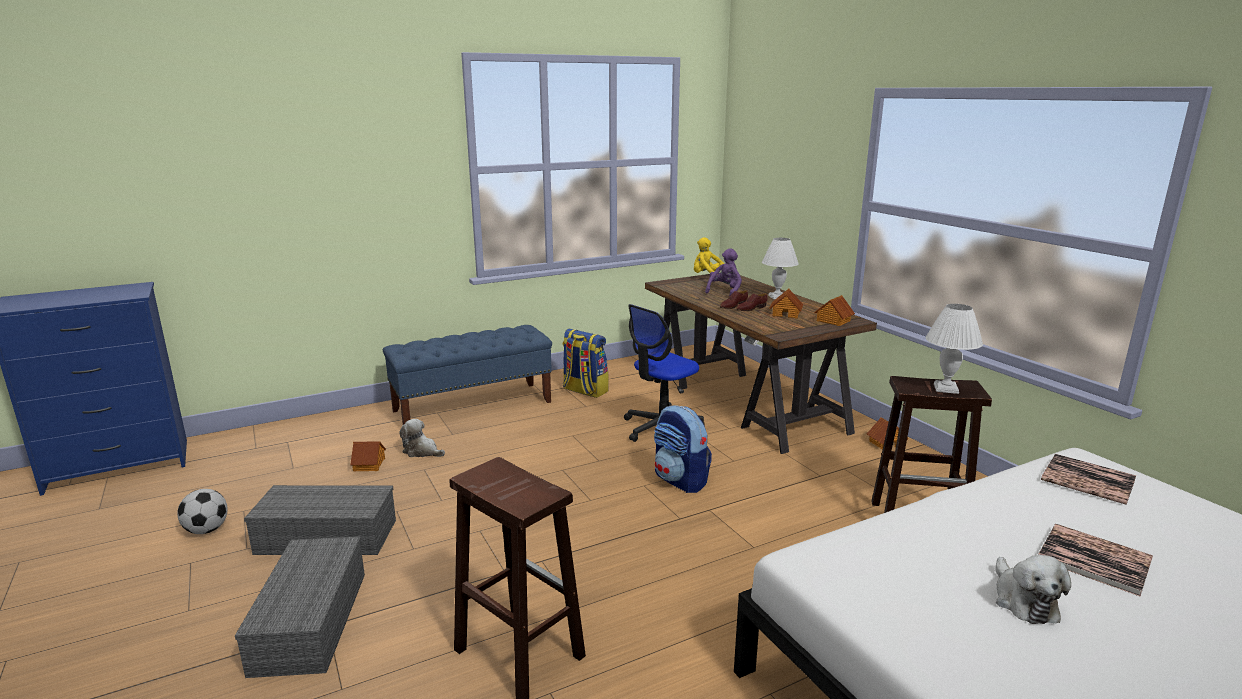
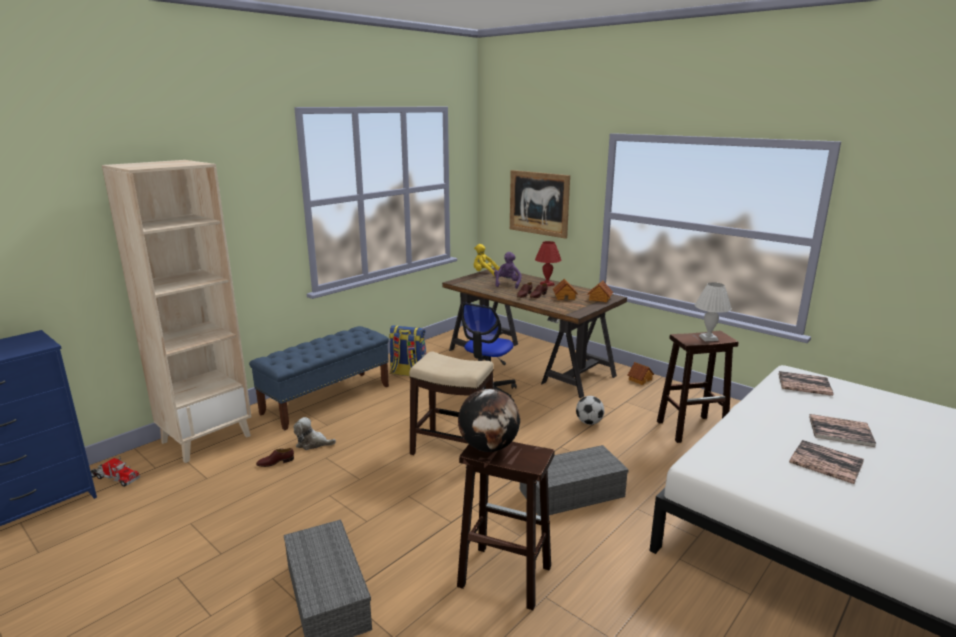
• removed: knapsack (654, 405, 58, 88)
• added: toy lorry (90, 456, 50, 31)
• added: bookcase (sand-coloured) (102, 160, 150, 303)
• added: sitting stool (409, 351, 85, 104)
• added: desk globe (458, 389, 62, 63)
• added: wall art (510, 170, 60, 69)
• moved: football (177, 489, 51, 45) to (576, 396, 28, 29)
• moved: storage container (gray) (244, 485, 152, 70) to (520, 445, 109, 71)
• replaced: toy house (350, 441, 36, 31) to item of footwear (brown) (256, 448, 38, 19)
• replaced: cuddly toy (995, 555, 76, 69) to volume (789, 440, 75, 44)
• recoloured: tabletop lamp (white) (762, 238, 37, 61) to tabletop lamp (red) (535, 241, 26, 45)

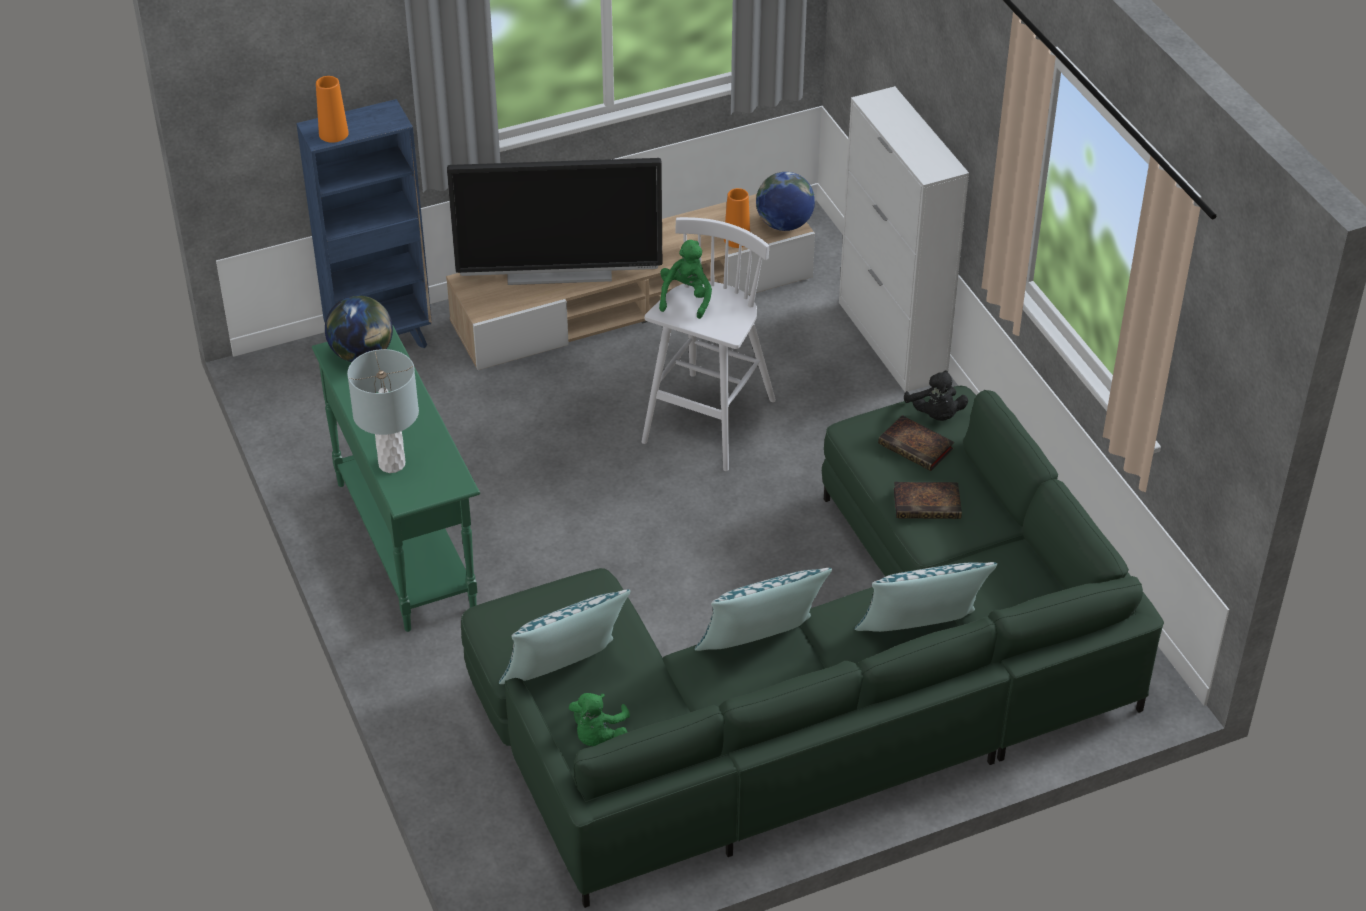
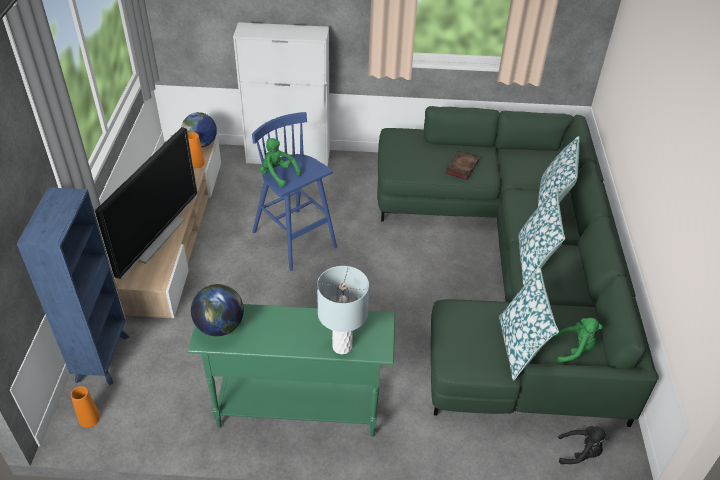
• removed: volume (878, 415, 76, 56)
• moved: vase (orangey) (316, 76, 33, 67) to (71, 386, 29, 42)
• moved: cuddly toy (blackish) (904, 371, 64, 50) to (558, 426, 51, 38)
• recoloured: sitting stool (white) (642, 217, 134, 254) to sitting stool (blue-coloured) (252, 112, 85, 159)
• turned: cuddly toy (green-coloured) (569, 693, 61, 53) = (550, 318, 52, 45) 45 degrees counterclockwise

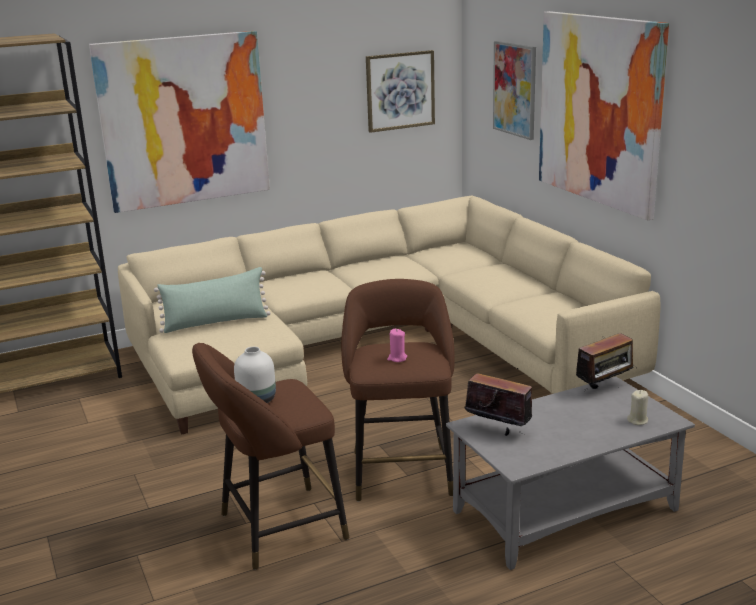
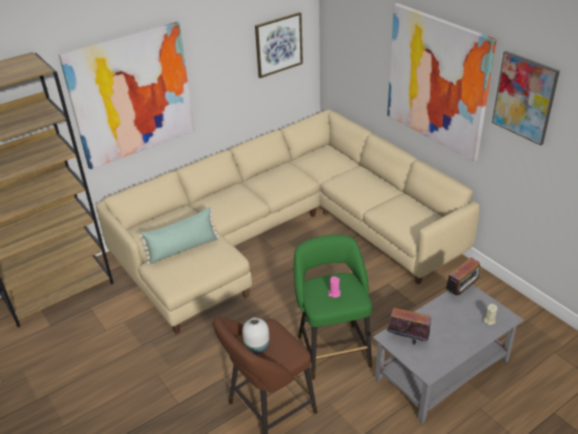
• moved: wall art (493, 41, 43, 99) to (492, 51, 68, 95)
• recoloured: sitting stool (brown) (341, 279, 114, 223) to sitting stool (green-coloured) (294, 235, 78, 145)

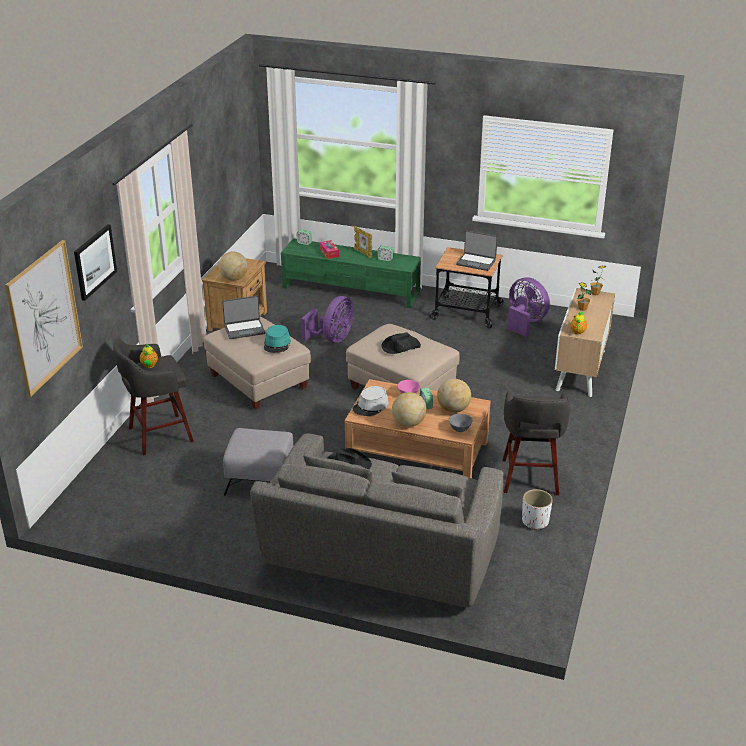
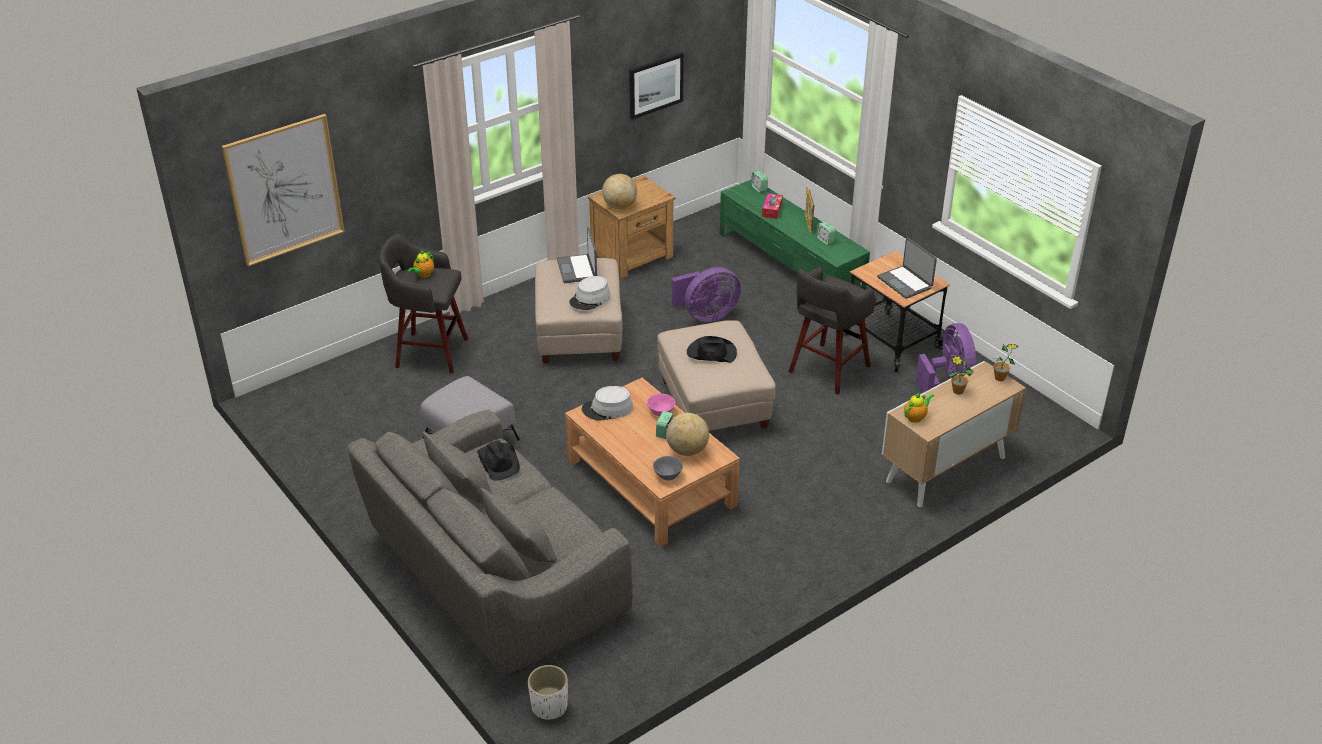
• removed: desk globe (392, 392, 35, 35)
• moved: wall art (74, 224, 43, 77) to (629, 52, 55, 68)
• moved: sitting stool (gray) (502, 391, 69, 104) to (789, 267, 88, 128)
• moved: plant pot (white) (522, 489, 31, 41) to (528, 665, 40, 55)
• recoloured: clothing hat (turquoise) (264, 325, 27, 28) to clothing hat (gray) (569, 276, 41, 34)
• turned: notebook computer (222, 296, 44, 43) = (556, 227, 41, 56) 60 degrees clockwise

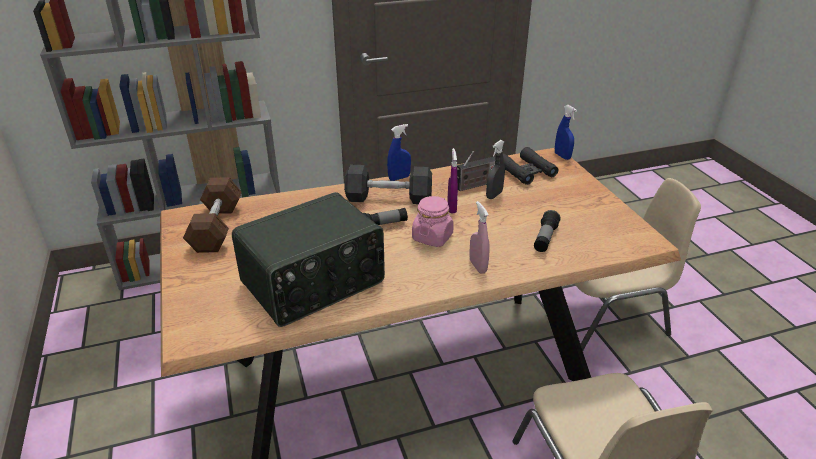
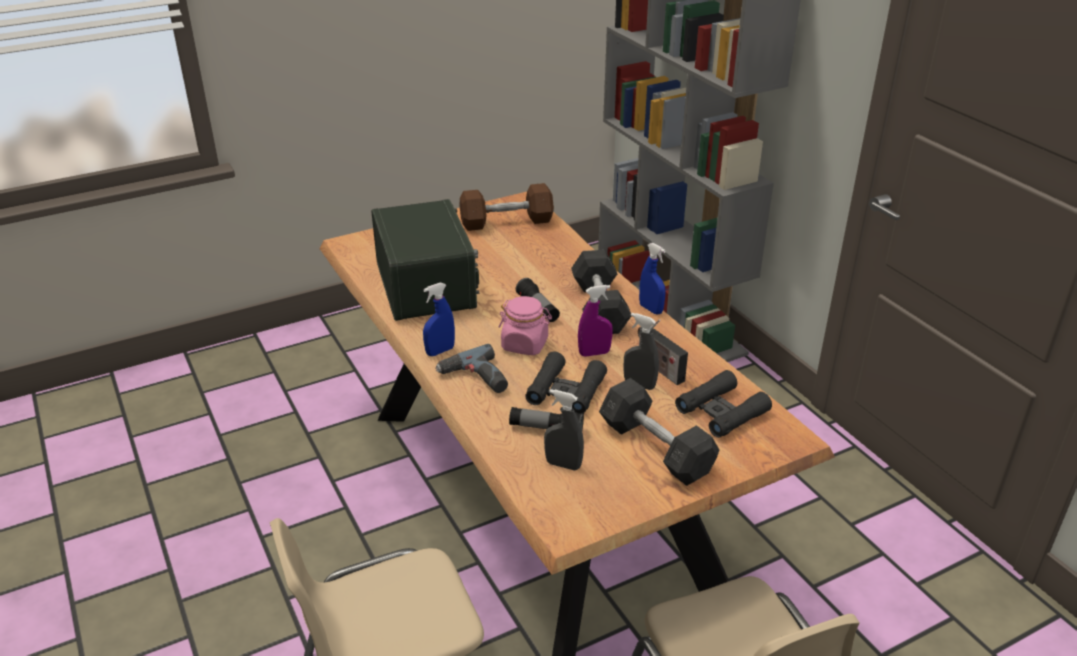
• added: field glasses (blackish) (525, 351, 82, 63)
• added: sprayer (gray) (544, 389, 40, 81)
• added: dumbbell (gray) (599, 378, 120, 108)
• moved: sprayer (blue-coloured) (555, 105, 22, 55) to (423, 283, 32, 73)
• replaced: sprayer (pinkish) (469, 201, 20, 73) to power drill (435, 344, 73, 49)
• turned: radio receiver (232, 192, 153, 135) = (371, 199, 108, 122) 150 degrees counterclockwise

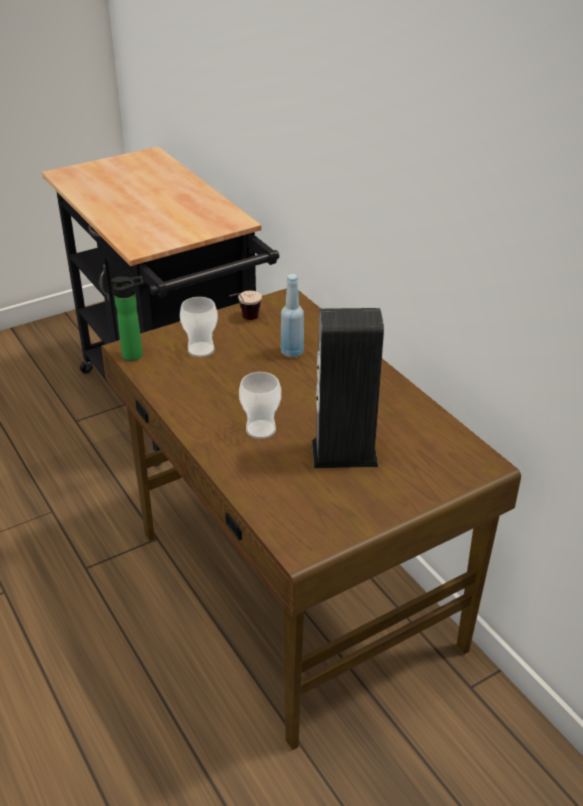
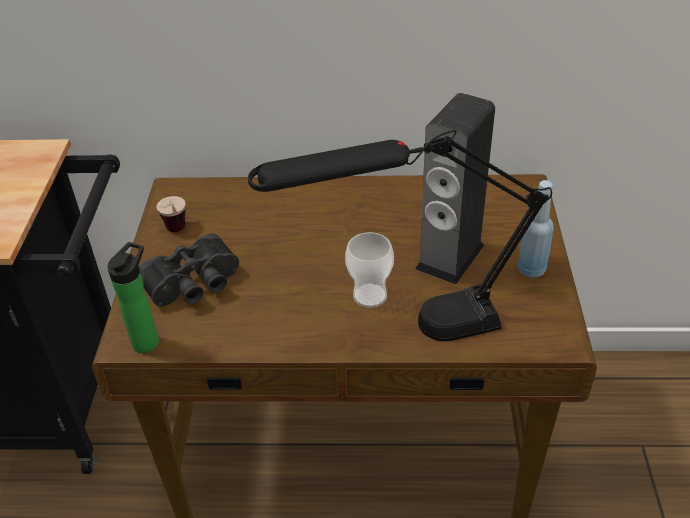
• added: tabletop lamp (blackish) (248, 130, 304, 211)
• moved: bottle (blue-coloured) (281, 274, 23, 84) to (517, 180, 37, 98)
• replaced: small cup (180, 297, 38, 60) to field glasses (blackish) (139, 233, 100, 73)

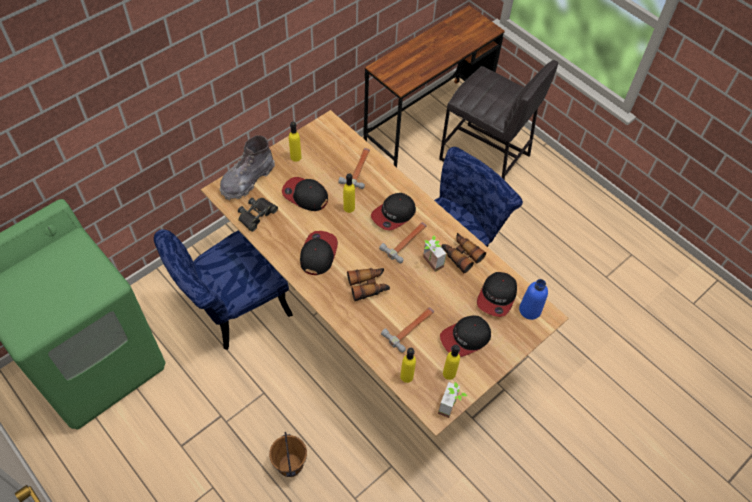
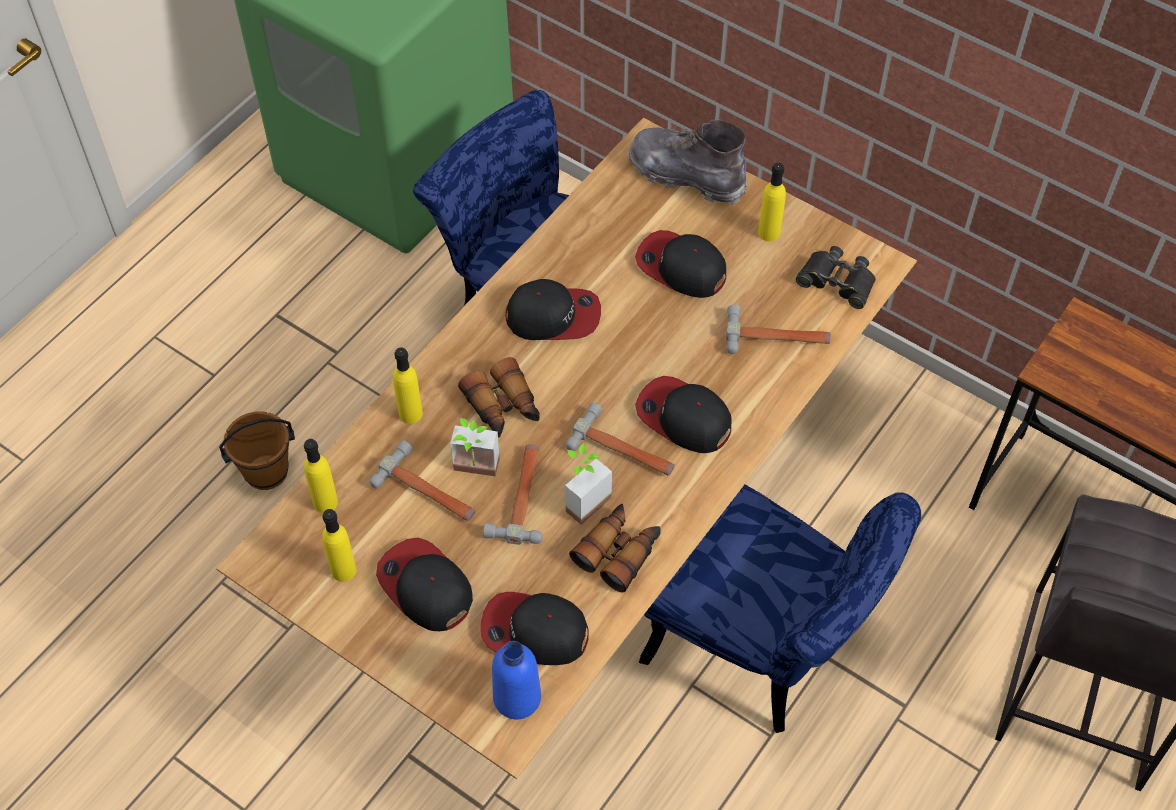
• added: hand hammer (483, 444, 60, 101)
• moved: field glasses (blackish) (238, 197, 40, 35) to (795, 246, 81, 63)
• moved: bottle (yellowish) (343, 173, 12, 40) to (393, 347, 30, 77)
• moved: potted plant (438, 382, 29, 36) to (450, 418, 50, 59)
• turned: cap (282, 177, 46, 34) = (635, 230, 91, 68) 75 degrees counterclockwise

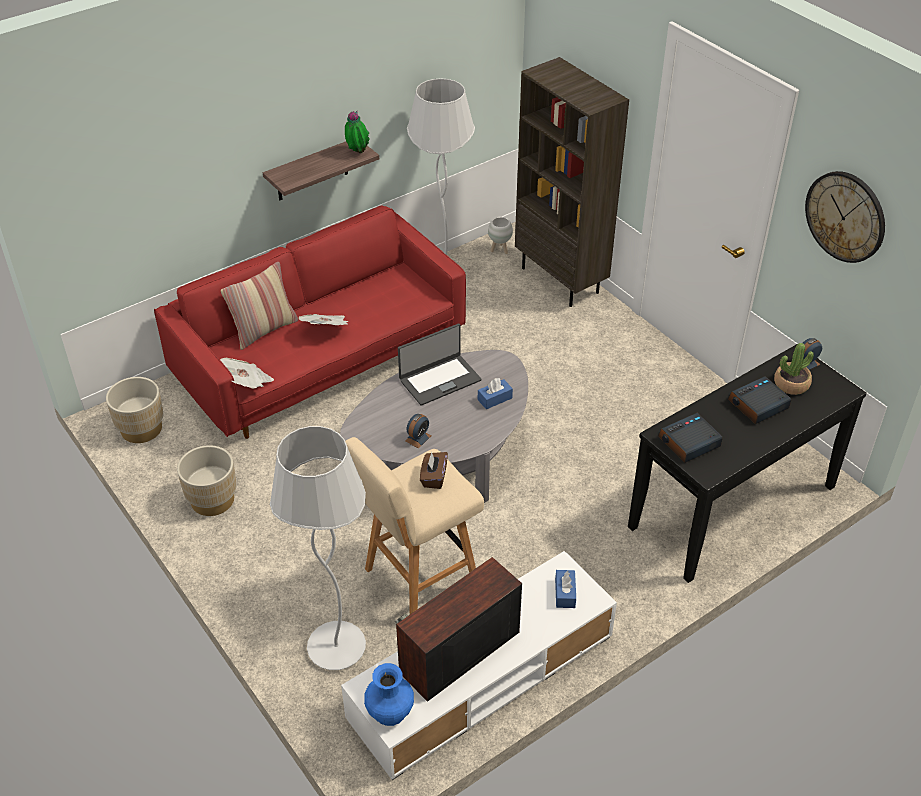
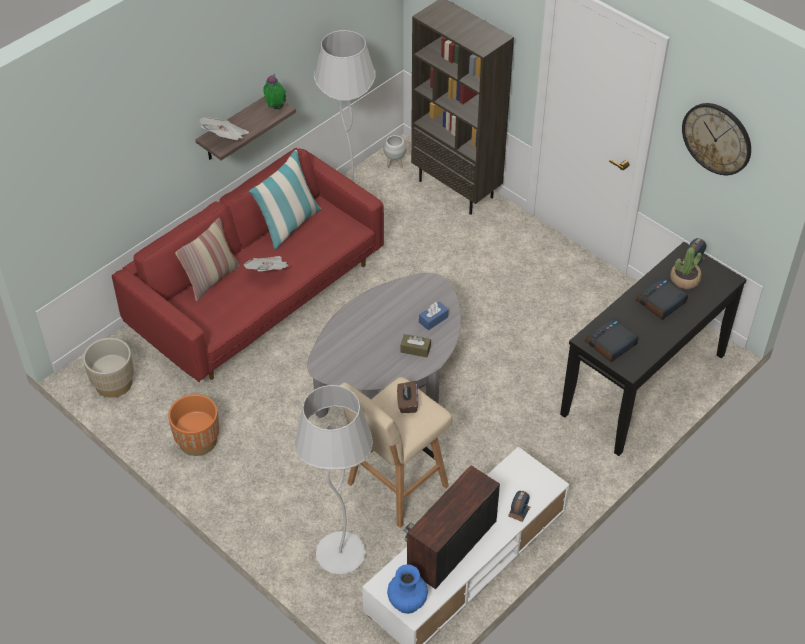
• removed: notebook computer (398, 324, 83, 82)
• removed: tissue box (blue-coloured) (555, 570, 21, 38)
• added: throw pillow (249, 150, 72, 99)
• added: tissue box (brown) (400, 334, 31, 23)
• moved: newspaper (220, 358, 54, 31) to (199, 117, 50, 23)
• moved: alarm clock (405, 414, 26, 34) to (508, 491, 22, 31)
• recoloured: plant pot (sand-coloured) (177, 445, 59, 71) to plant pot (orangey) (168, 394, 51, 62)

